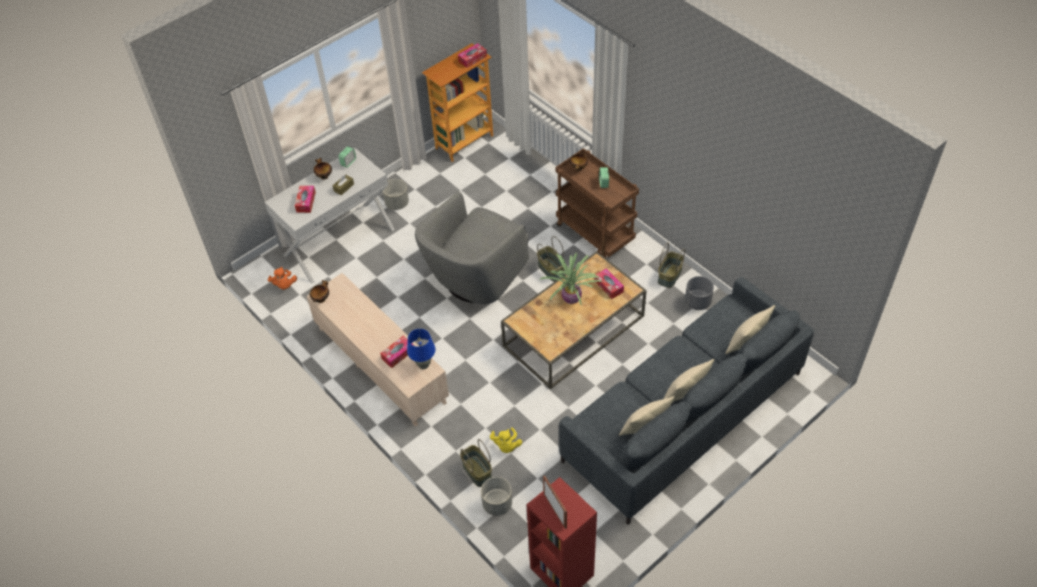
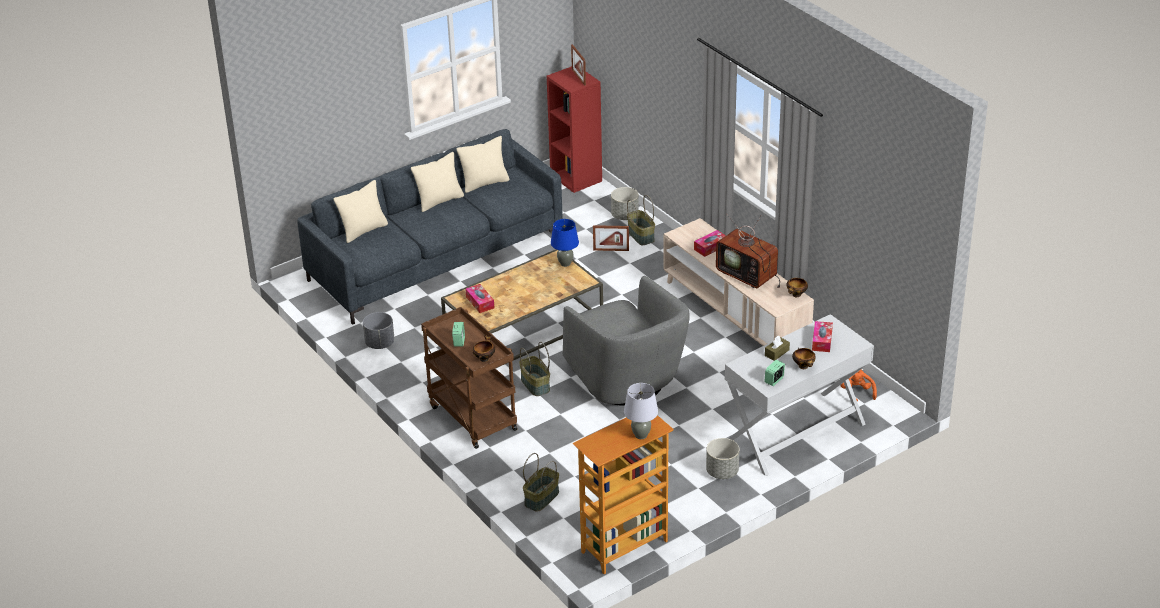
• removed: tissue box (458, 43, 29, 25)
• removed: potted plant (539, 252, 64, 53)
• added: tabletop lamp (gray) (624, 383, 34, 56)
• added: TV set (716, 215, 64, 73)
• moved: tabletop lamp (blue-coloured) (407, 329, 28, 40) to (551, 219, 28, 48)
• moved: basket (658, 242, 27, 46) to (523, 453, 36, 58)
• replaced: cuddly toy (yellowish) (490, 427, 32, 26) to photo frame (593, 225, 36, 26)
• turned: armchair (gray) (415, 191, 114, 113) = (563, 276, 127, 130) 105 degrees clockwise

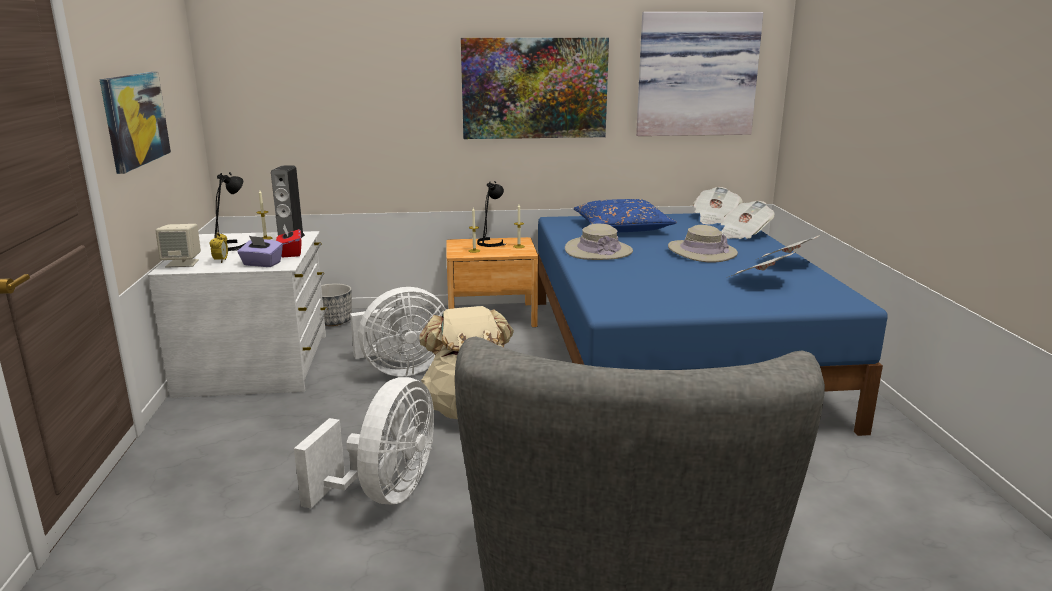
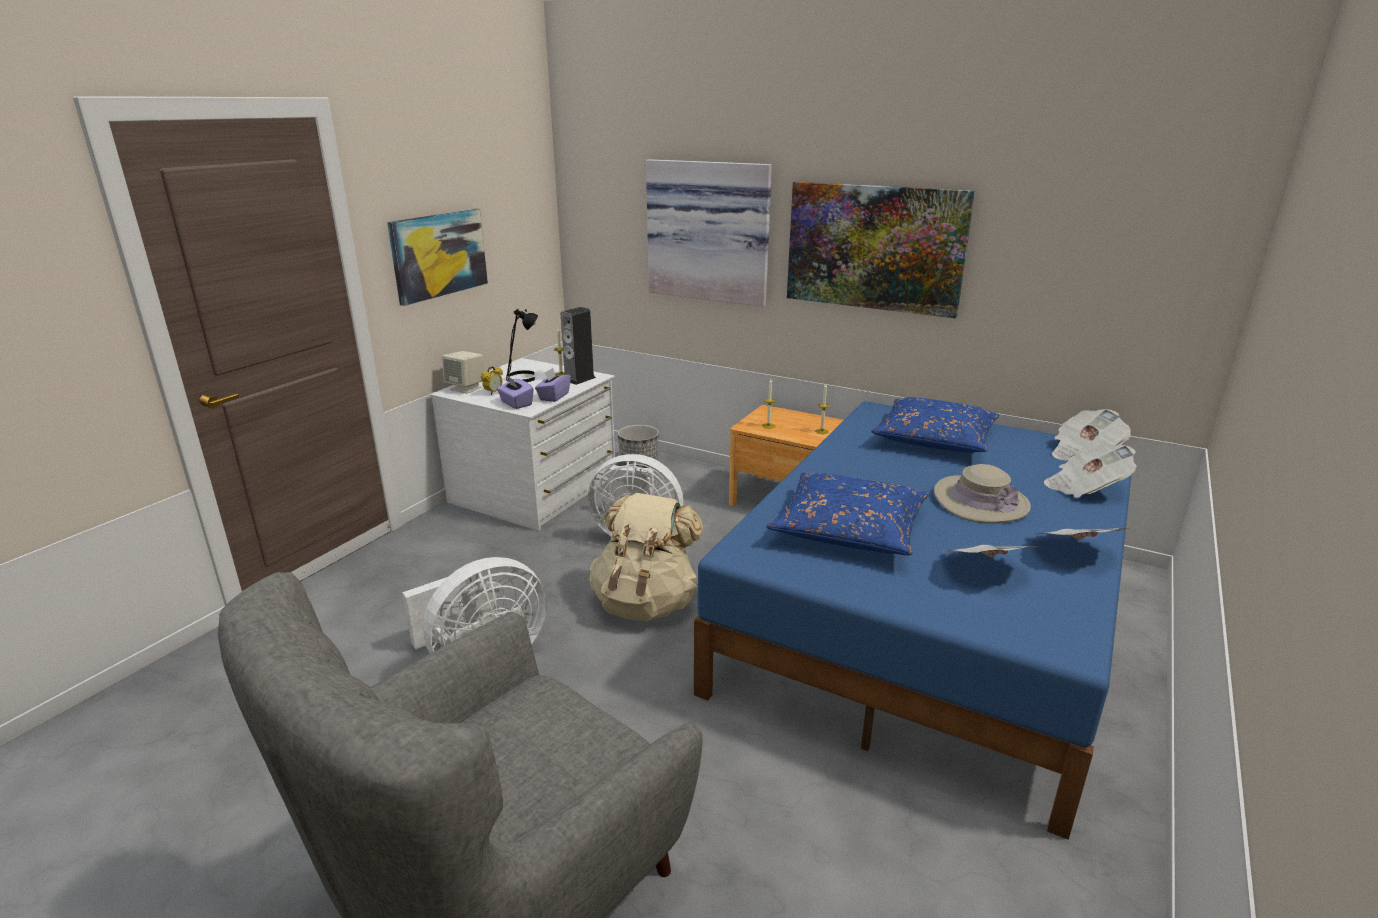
• removed: tabletop lamp (blackish) (477, 181, 29, 66)
• removed: clothing hat (sand-coloured) (565, 224, 68, 36)
• added: throw pillow (blue-coloured) (766, 473, 163, 82)
• moved: wall art (636, 12, 127, 124) to (646, 159, 126, 148)
• recoloured: tissue box (red) (276, 224, 25, 33) to tissue box (purplish) (535, 368, 36, 34)

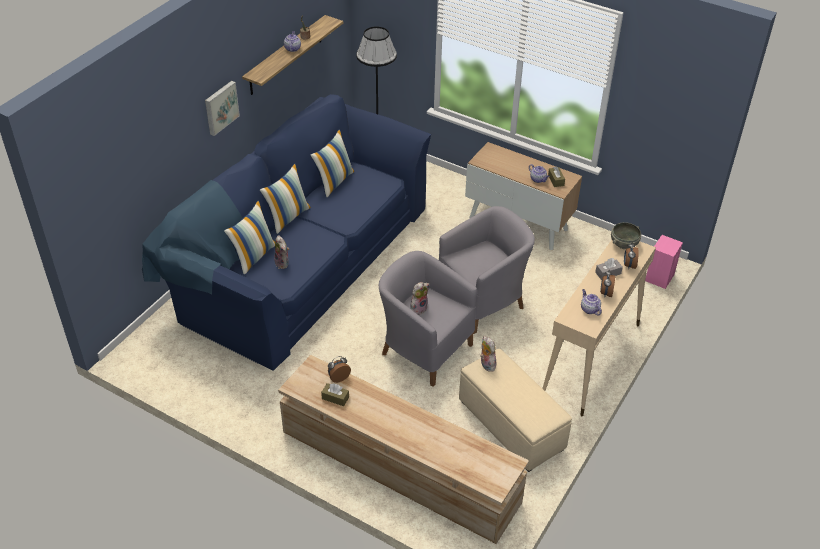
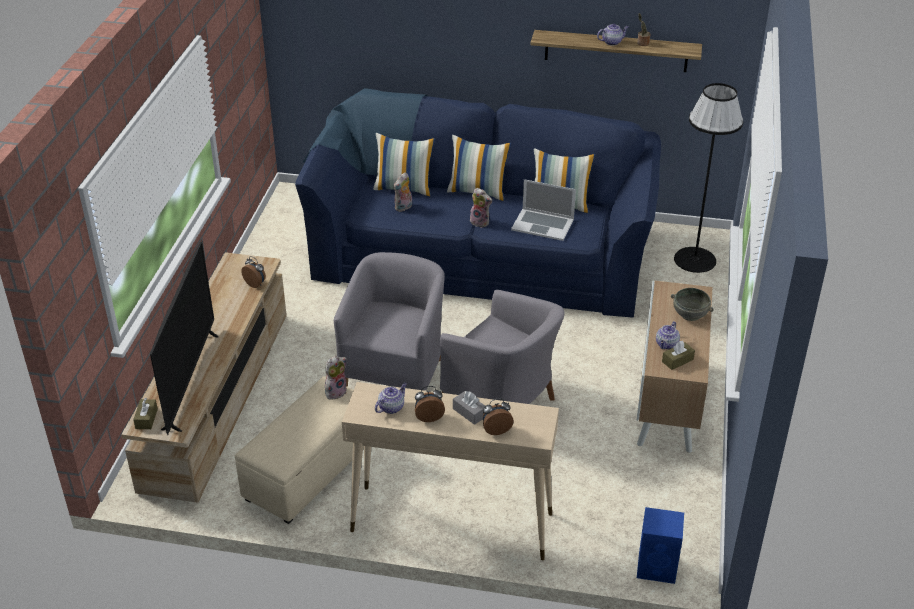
• removed: wall art (205, 81, 35, 55)
• added: TV set (150, 242, 69, 193)
• added: notebook computer (511, 179, 65, 62)
• moved: tissue box (brown) (321, 383, 28, 23) to (133, 398, 25, 31)
• moved: cuddly toy (410, 282, 19, 33) to (470, 188, 22, 40)
• moved: deep dish (gray) (611, 222, 30, 27) to (671, 288, 43, 33)
• recoloured: speaker (pinkish) (645, 235, 38, 54) to speaker (blue-coloured) (637, 507, 47, 77)

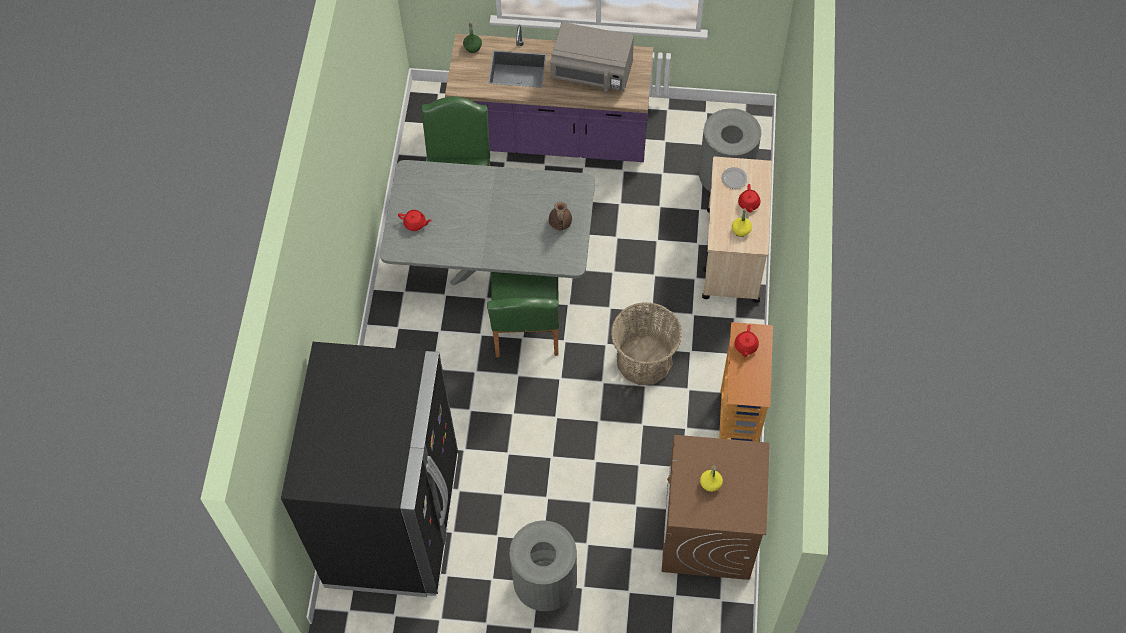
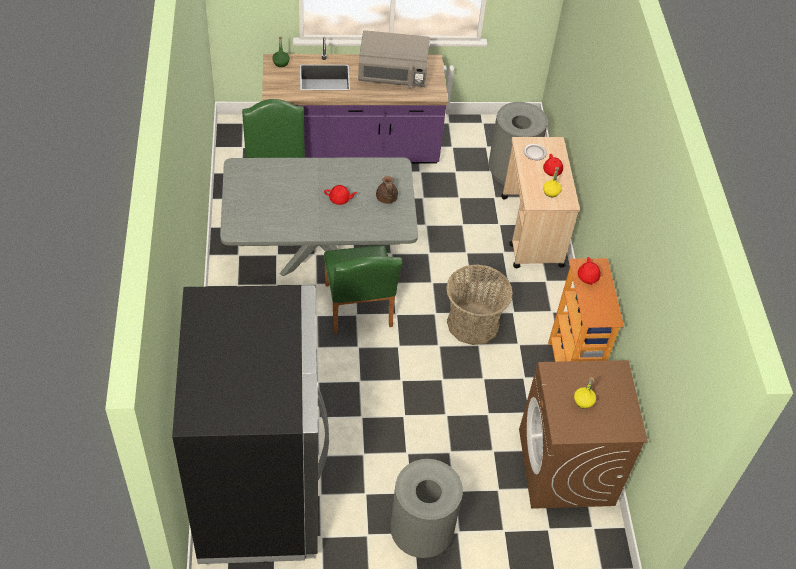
• moved: pot for tea (red) (398, 210, 34, 21) to (324, 185, 34, 20)

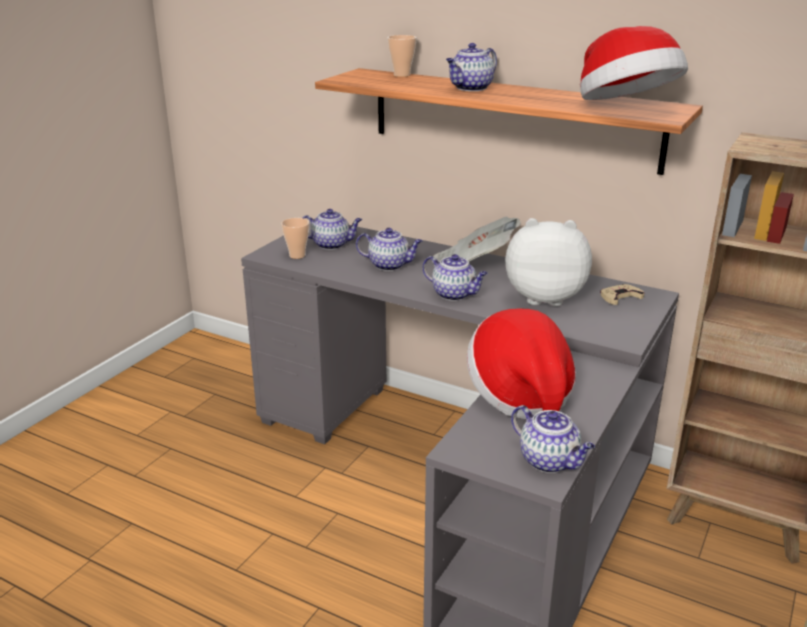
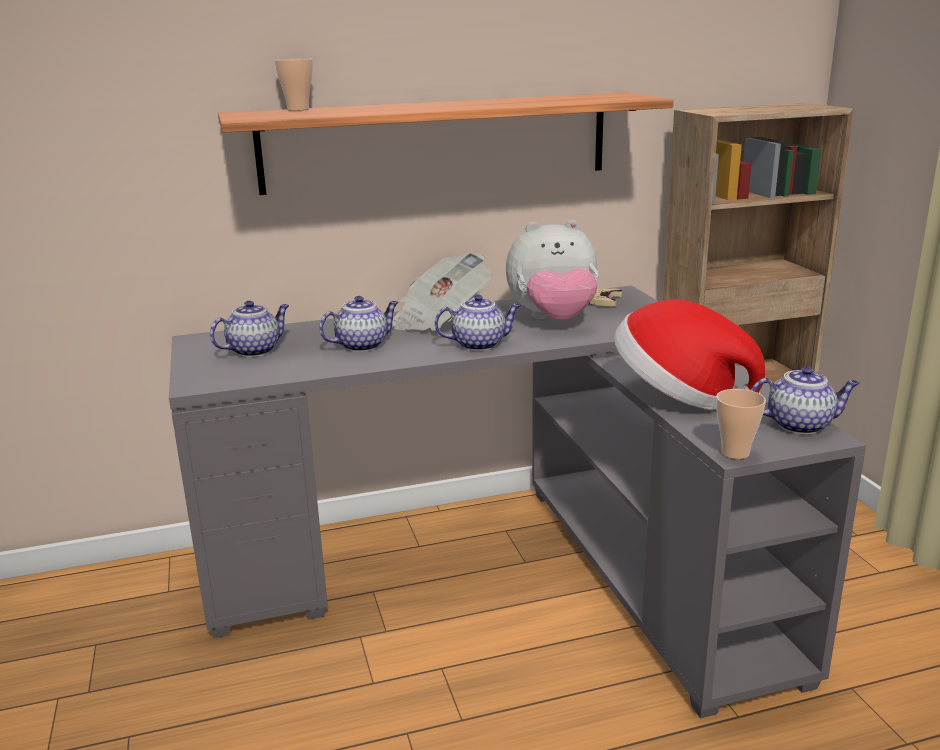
• removed: pot for tea (446, 43, 51, 48)
• removed: clothing hat (580, 26, 108, 74)
• moved: small cup (281, 218, 28, 41) to (716, 389, 50, 70)
• turned: cuddly toy (505, 218, 87, 88) = (506, 220, 93, 101) 150 degrees counterclockwise

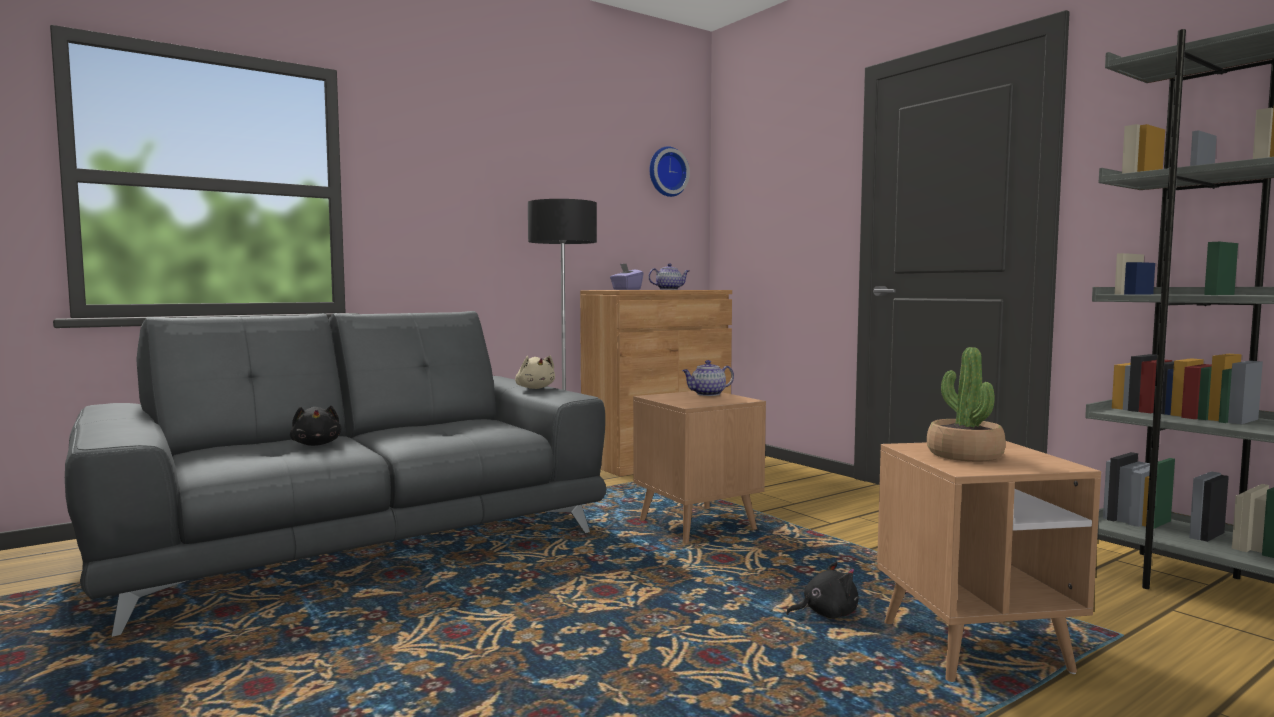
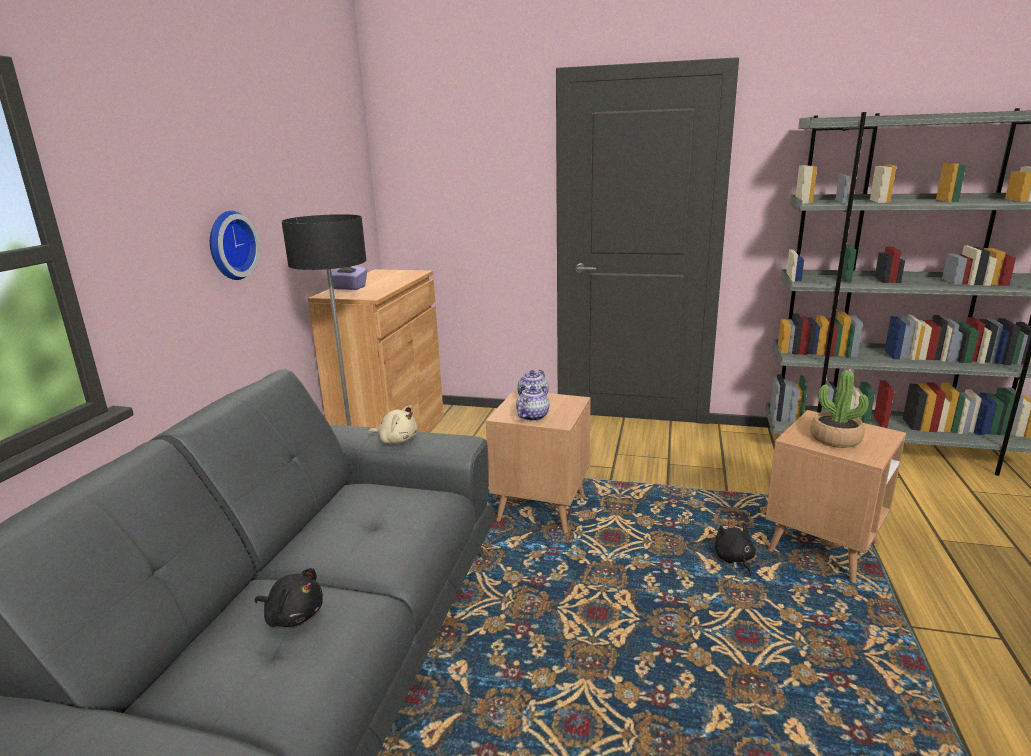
• moved: pot for tea (648, 264, 41, 26) to (516, 386, 33, 35)
• moved: clock on the wall (650, 146, 40, 51) to (210, 210, 50, 70)
• turned: cuddly toy (blackish) (786, 562, 73, 57) = (715, 521, 41, 55) 45 degrees counterclockwise

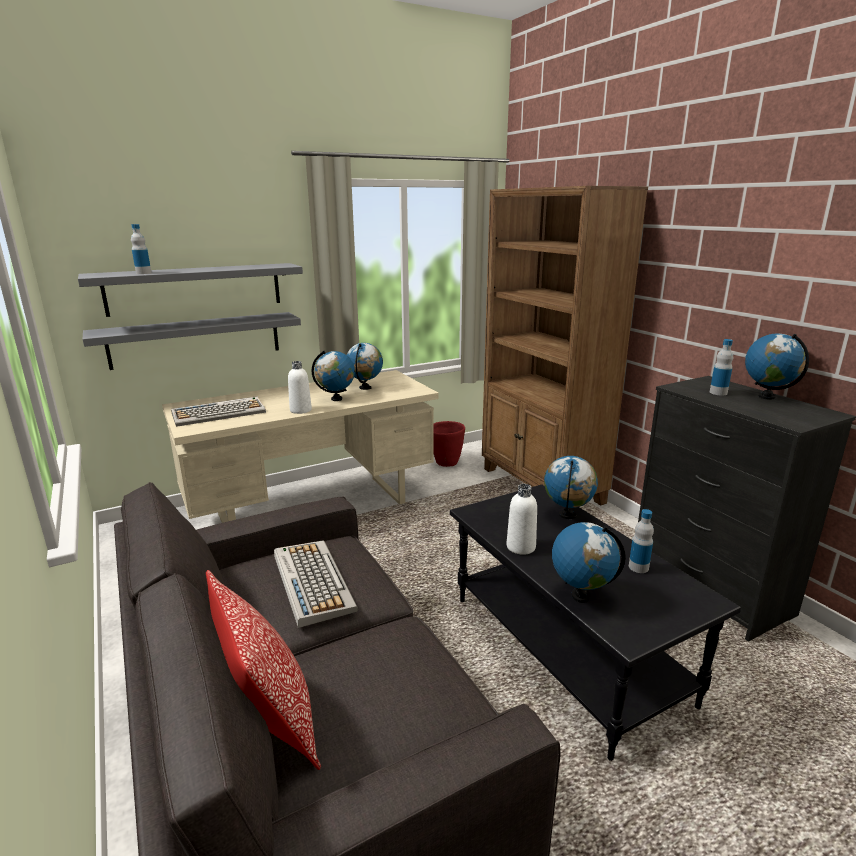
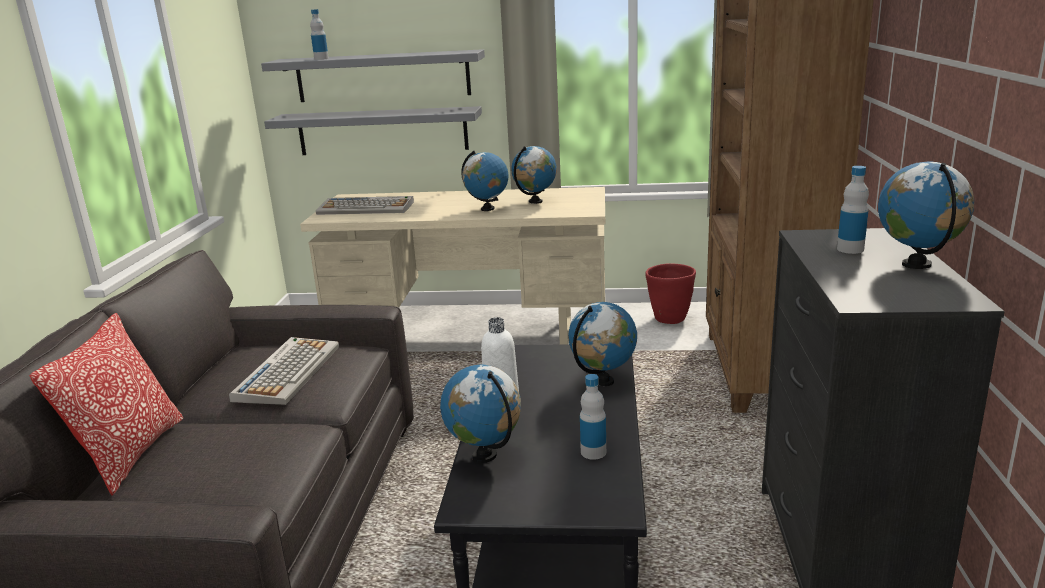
• removed: bottle (white) (288, 361, 24, 53)

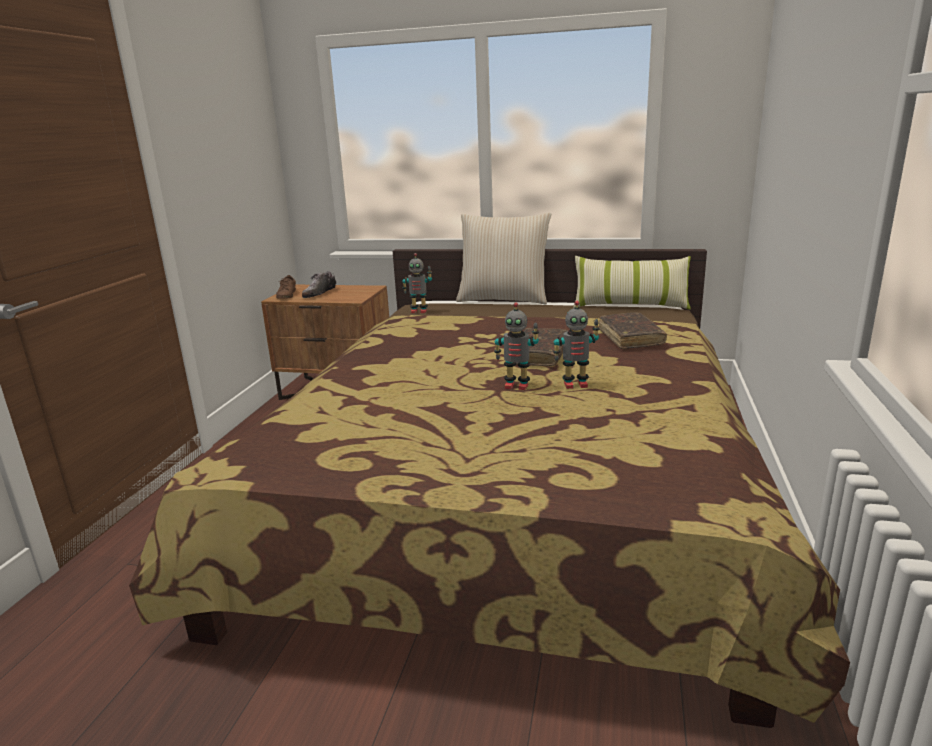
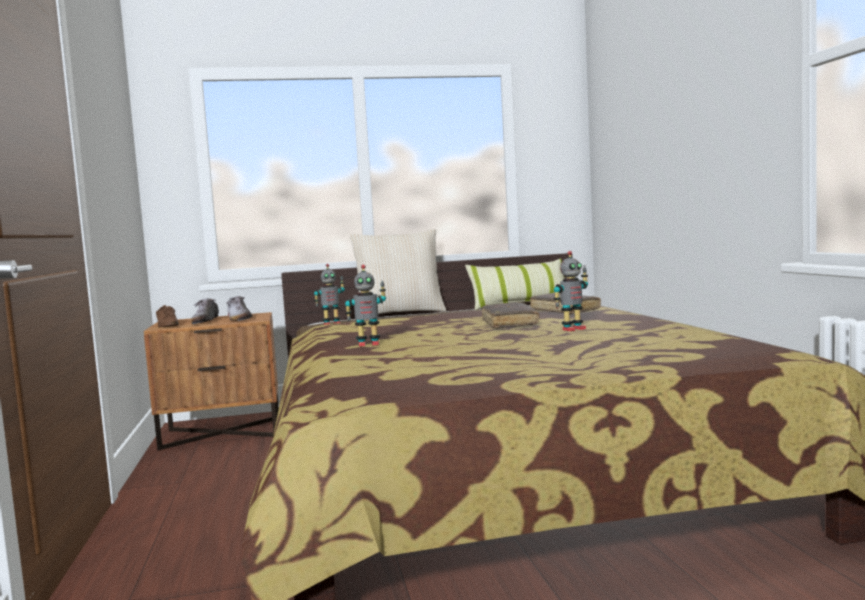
• added: item of footwear (226, 296, 26, 25)
• moved: robot figure (494, 302, 45, 88) to (345, 265, 41, 82)

